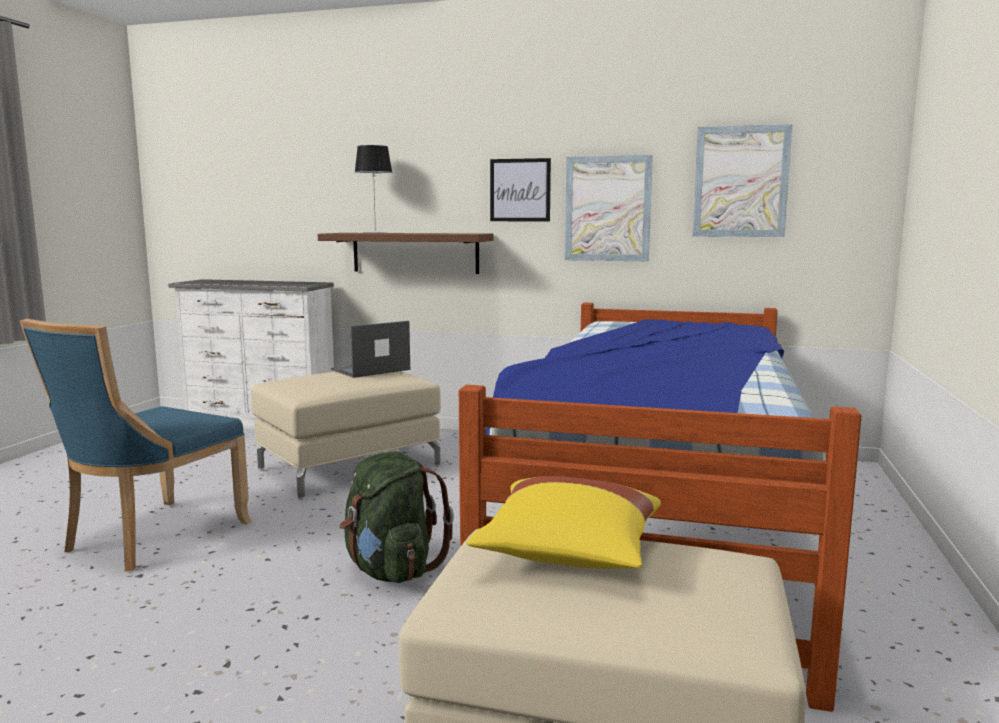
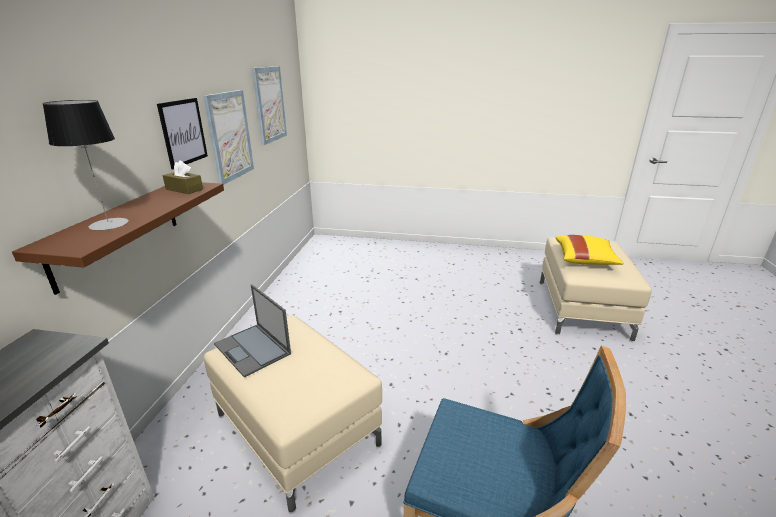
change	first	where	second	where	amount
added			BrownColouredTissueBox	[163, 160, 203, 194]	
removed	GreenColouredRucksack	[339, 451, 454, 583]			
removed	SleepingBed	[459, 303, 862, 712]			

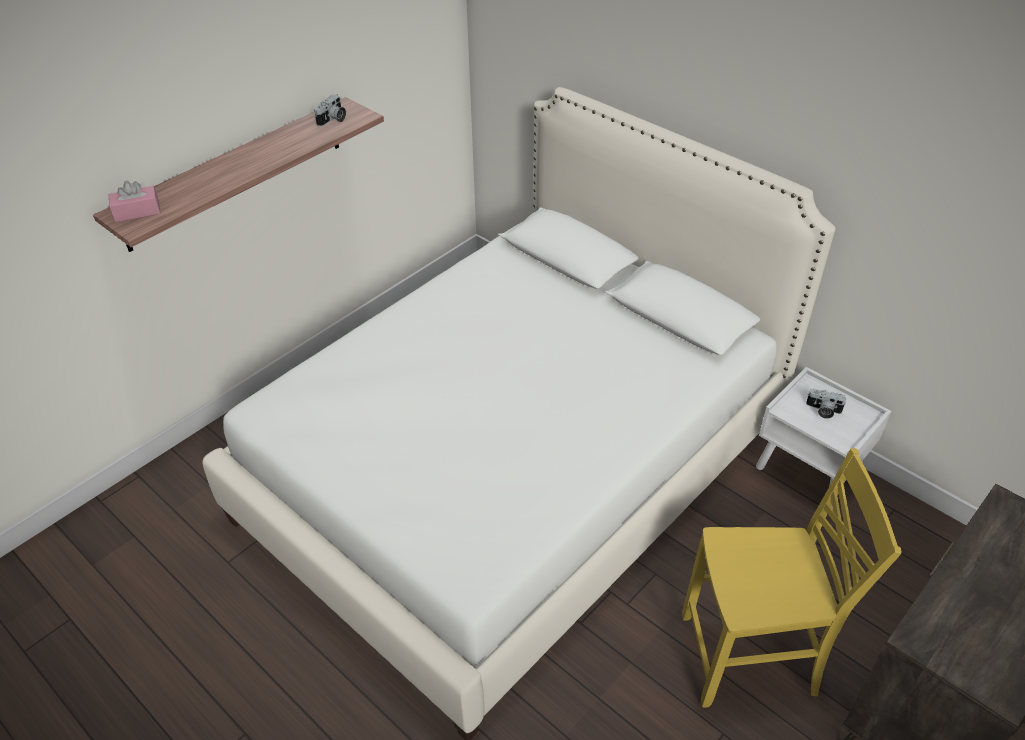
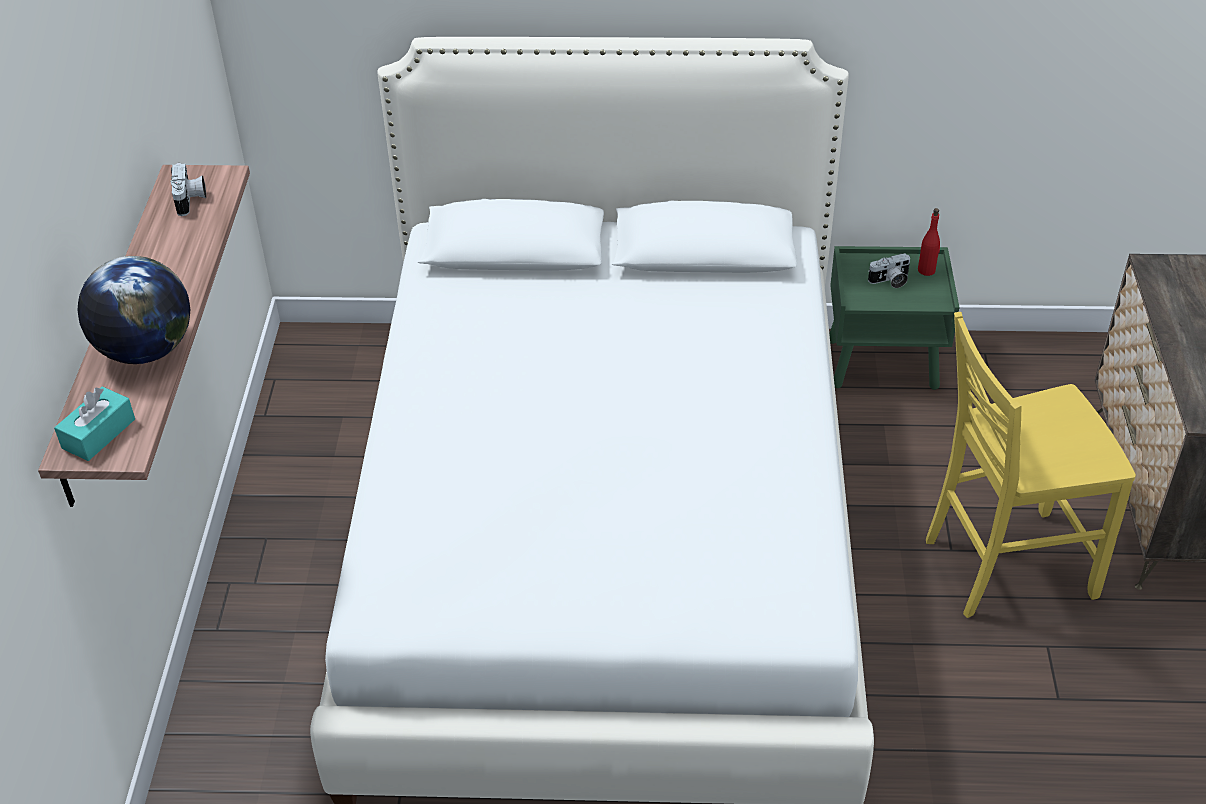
change	first	where	second	where	amount
recoloured	PinkColouredTissueBox	[108, 180, 160, 222]	BlueGreenTissueBox	[54, 387, 135, 461]	
added			Globe	[77, 256, 190, 364]	
recoloured	WhiteColouredNightstand	[756, 367, 891, 509]	GreenColouredNightstand	[829, 246, 960, 390]	
added			ReddishBottle	[918, 208, 940, 276]	
turned	YellowishUprightChair	[682, 448, 902, 708]		[926, 312, 1136, 618]	150 degrees counterclockwise

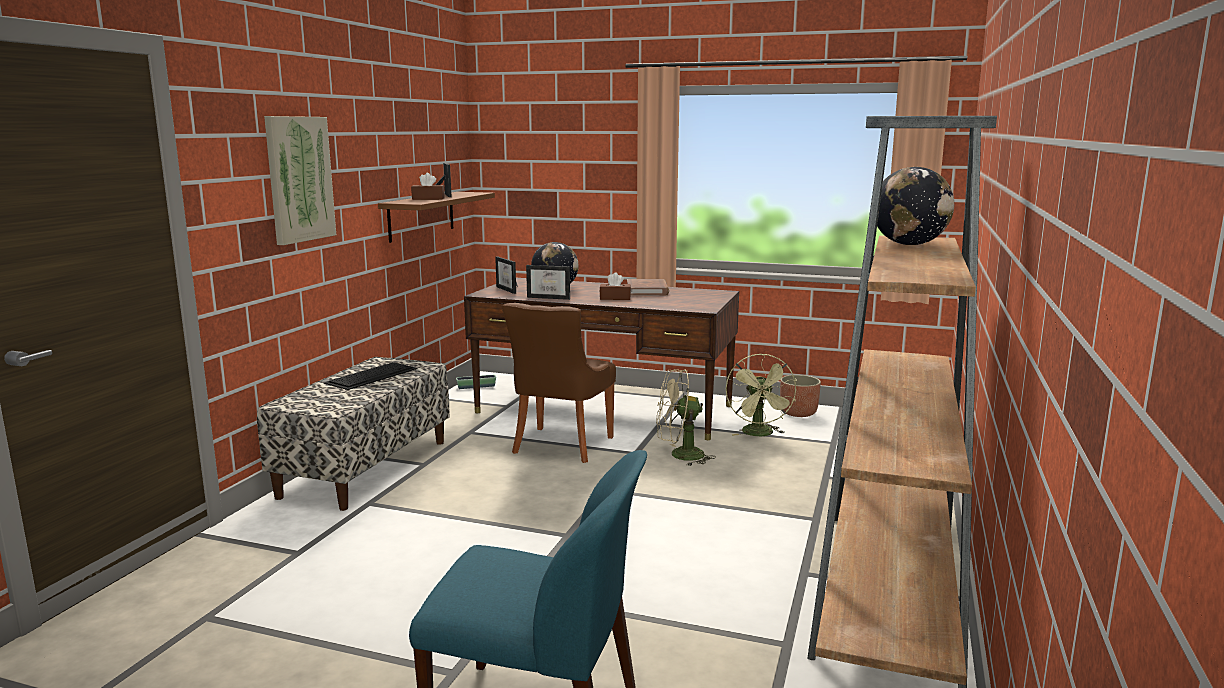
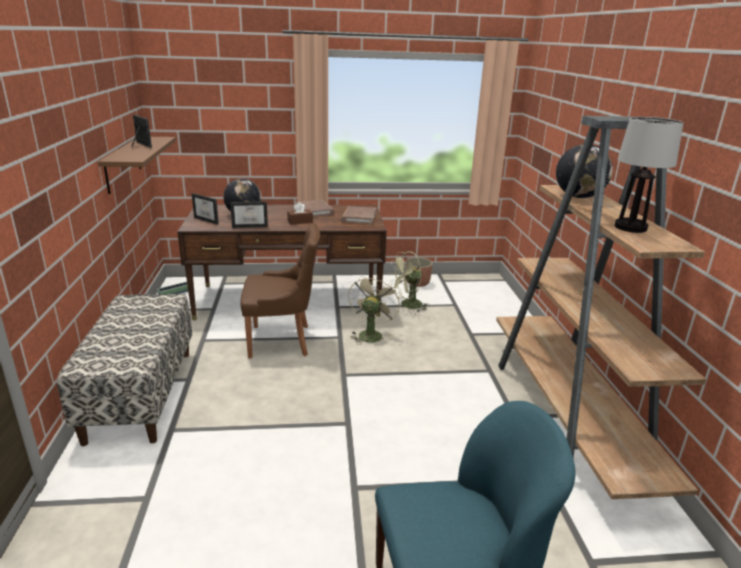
change	first	where	second	where	amount
turned	BrownColouredUprightChair	[502, 303, 616, 463]		[240, 224, 320, 358]	90 degrees counterclockwise
added			BrownColouredBook	[341, 206, 376, 224]	
turned	SandColouredCoolingFan	[656, 369, 716, 466]		[348, 274, 401, 345]	135 degrees clockwise
turned	GreenColouredCoolingFan	[726, 353, 797, 436]		[389, 251, 429, 313]	90 degrees clockwise
added			LampForATable	[614, 117, 683, 233]	
removed	WallPicture	[264, 116, 336, 245]			
removed	Keyboard	[324, 362, 418, 390]			
removed	BrownColouredTissueBox	[411, 173, 445, 200]			

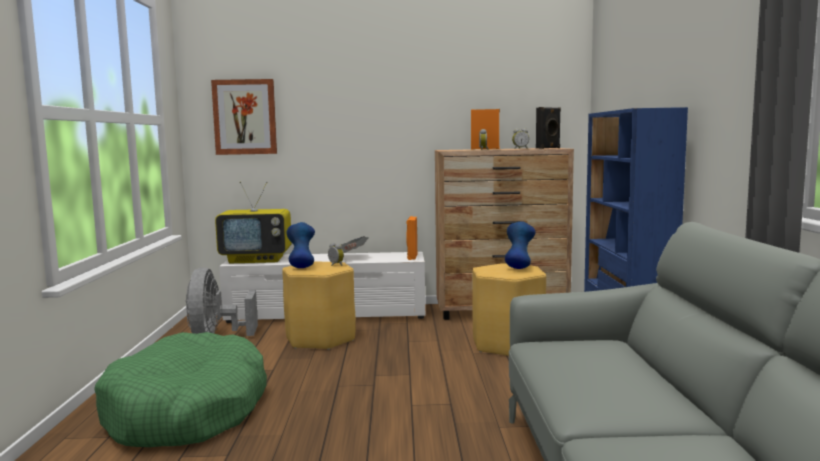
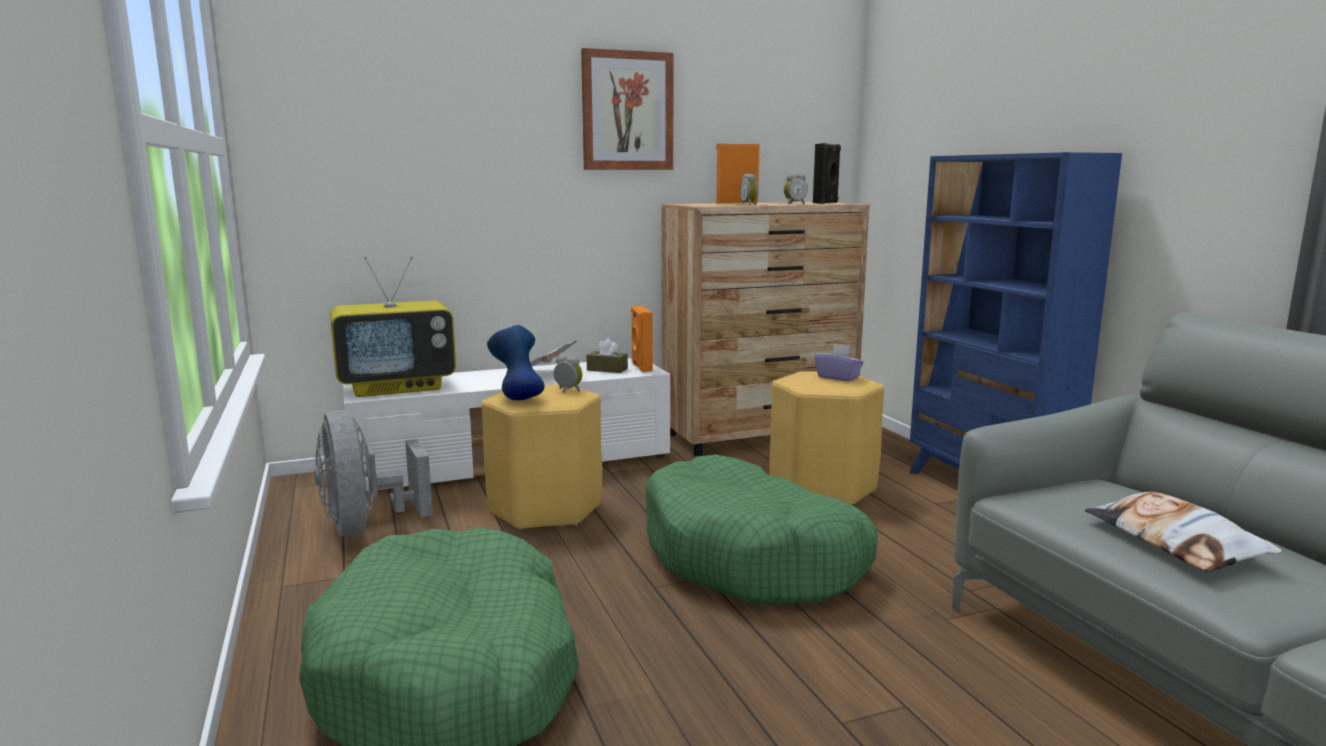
change	first	where	second	where	amount
moved	WallPicture	[211, 79, 277, 155]		[581, 48, 674, 170]	
added			BrownColouredTissueBox	[586, 338, 628, 373]	
added			GreenColouredPetBed	[645, 454, 878, 605]	
replaced	BluishFlowerVase	[505, 221, 536, 269]	PurpleTissueBox	[814, 344, 864, 381]	
added			ThrowPillow	[1085, 492, 1282, 572]	

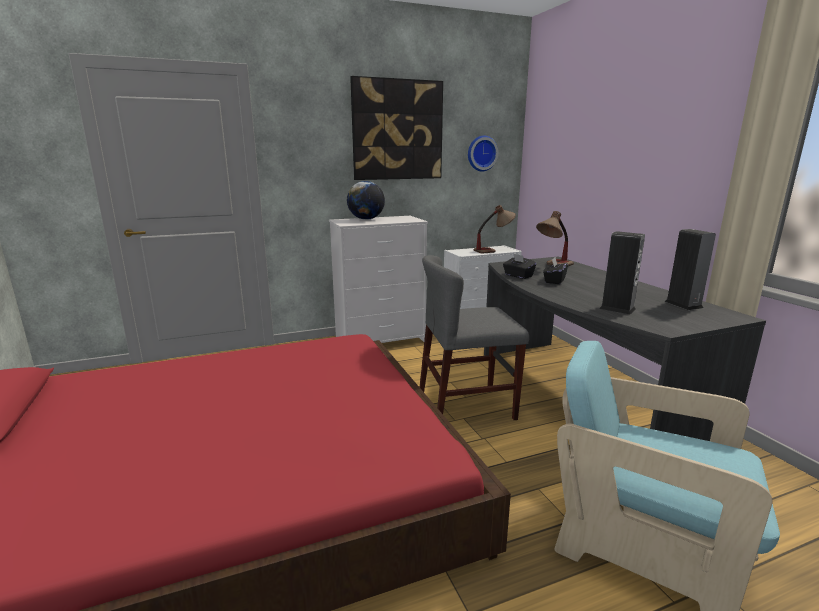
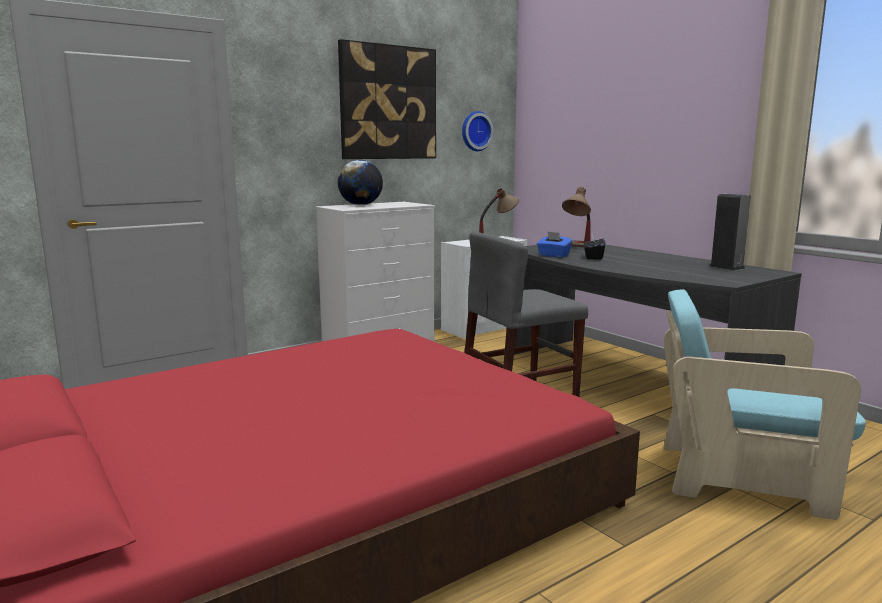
change	first	where	second	where	amount
recoloured	BlackColouredTissueBox	[503, 253, 537, 279]	BluishTissueBox	[537, 231, 573, 257]	
removed	Speaker	[599, 231, 645, 315]			

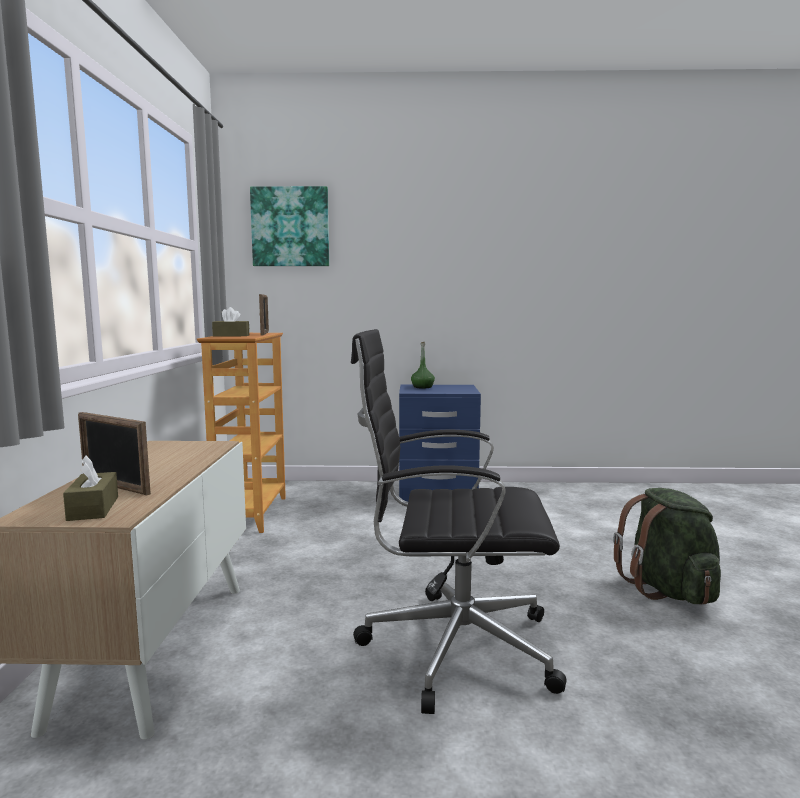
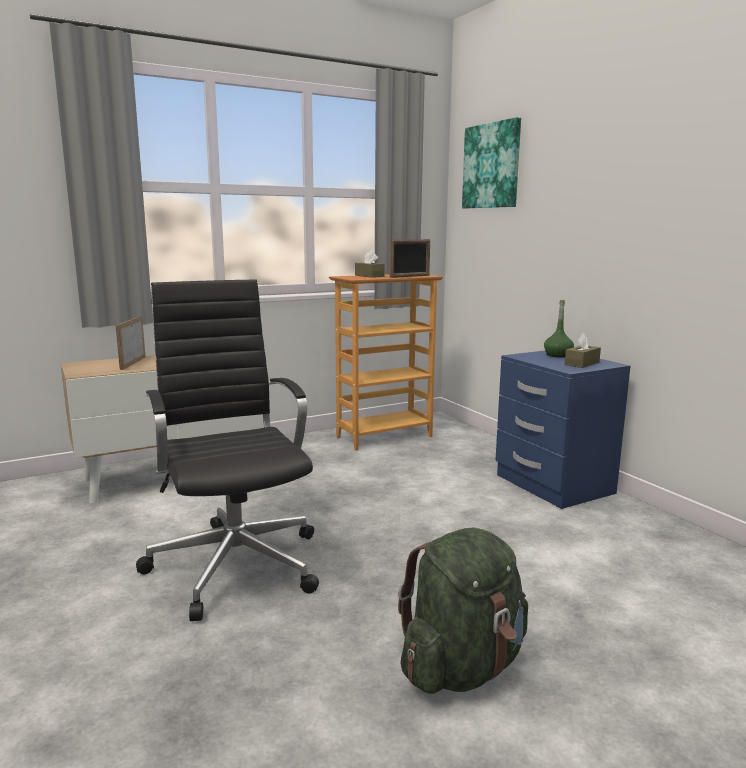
change	first	where	second	where	amount
moved	BrownColouredTissueBox	[63, 456, 118, 521]		[565, 333, 601, 368]	

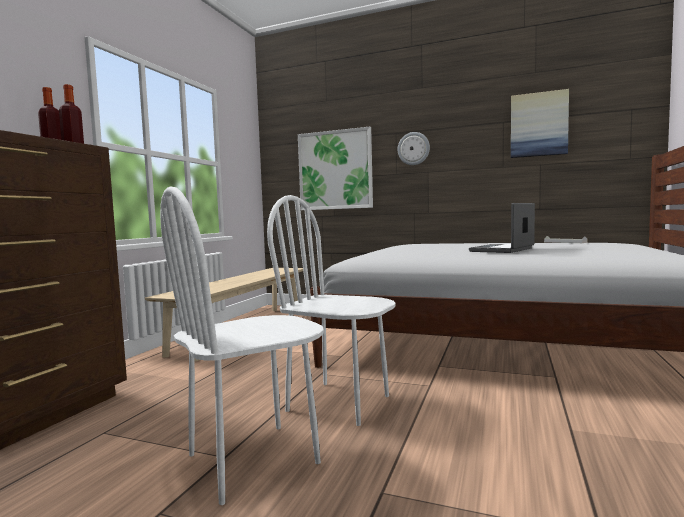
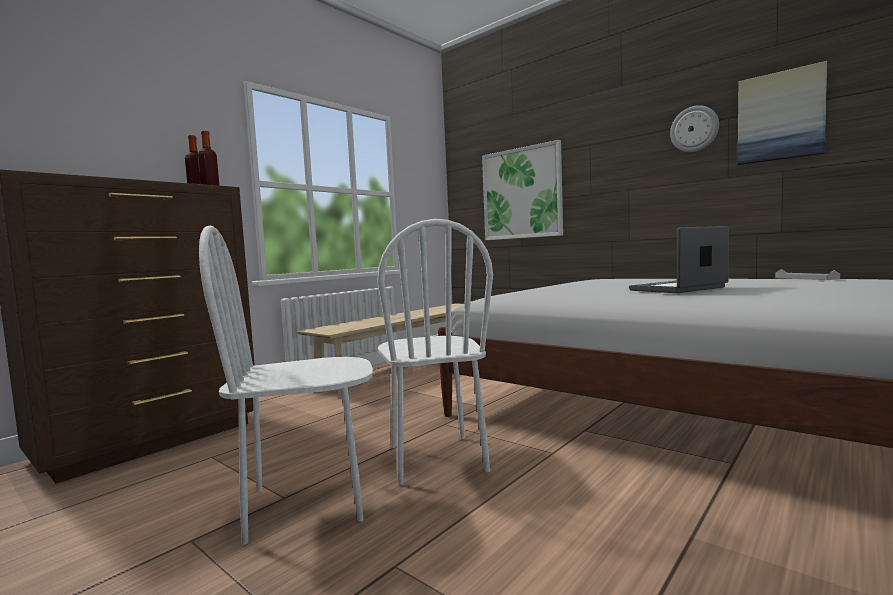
change	first	where	second	where	amount
turned	WhiteColouredUprightChair	[267, 195, 396, 426]		[377, 219, 493, 485]	150 degrees counterclockwise
moved	WallClock	[397, 132, 430, 165]		[670, 105, 719, 152]	

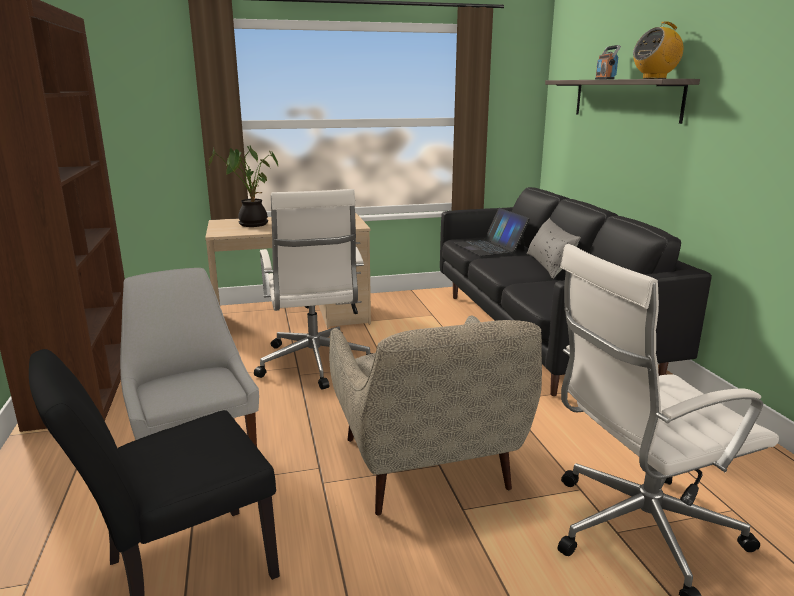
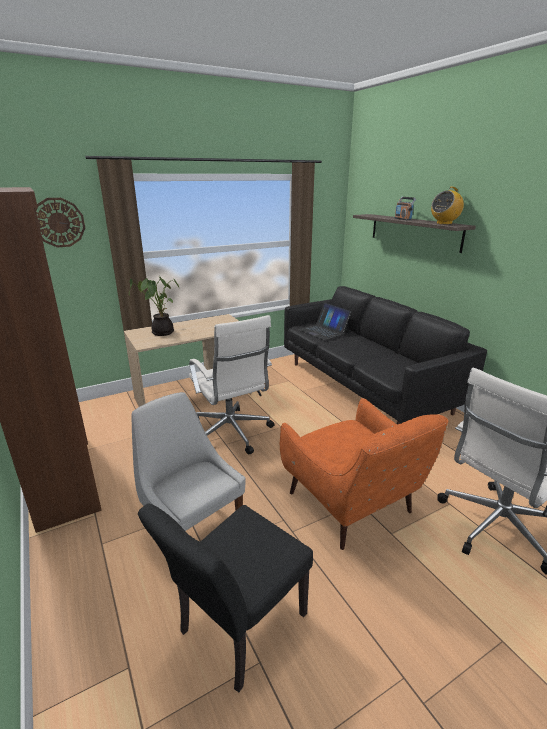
change	first	where	second	where	amount
added			WallClock	[35, 198, 85, 247]	
recoloured	SandColouredEasyChair	[329, 315, 542, 515]	OrangeColouredEasyChair	[280, 398, 448, 550]	
removed	GrayThrowPillow	[526, 218, 581, 279]			

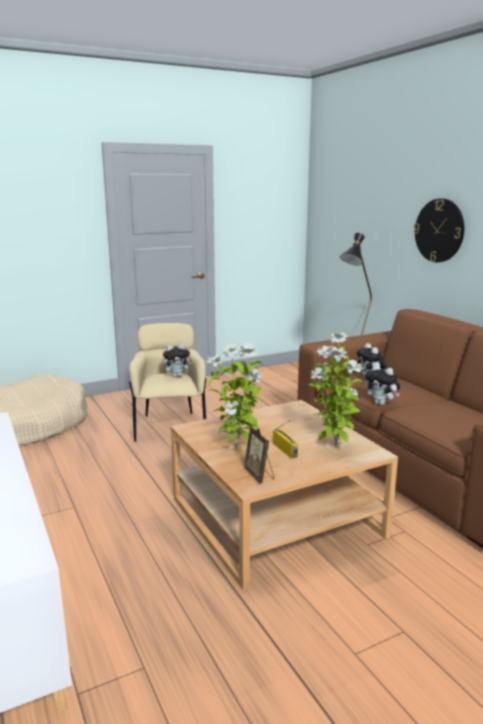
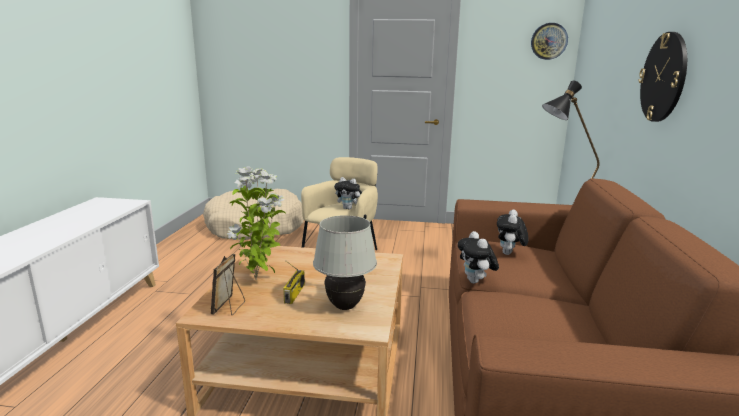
change	first	where	second	where	amount
replaced	PottedPlant	[308, 333, 364, 446]	WhiteColouredLampForATable	[313, 215, 377, 310]	
added			WallClock	[531, 23, 568, 60]	

